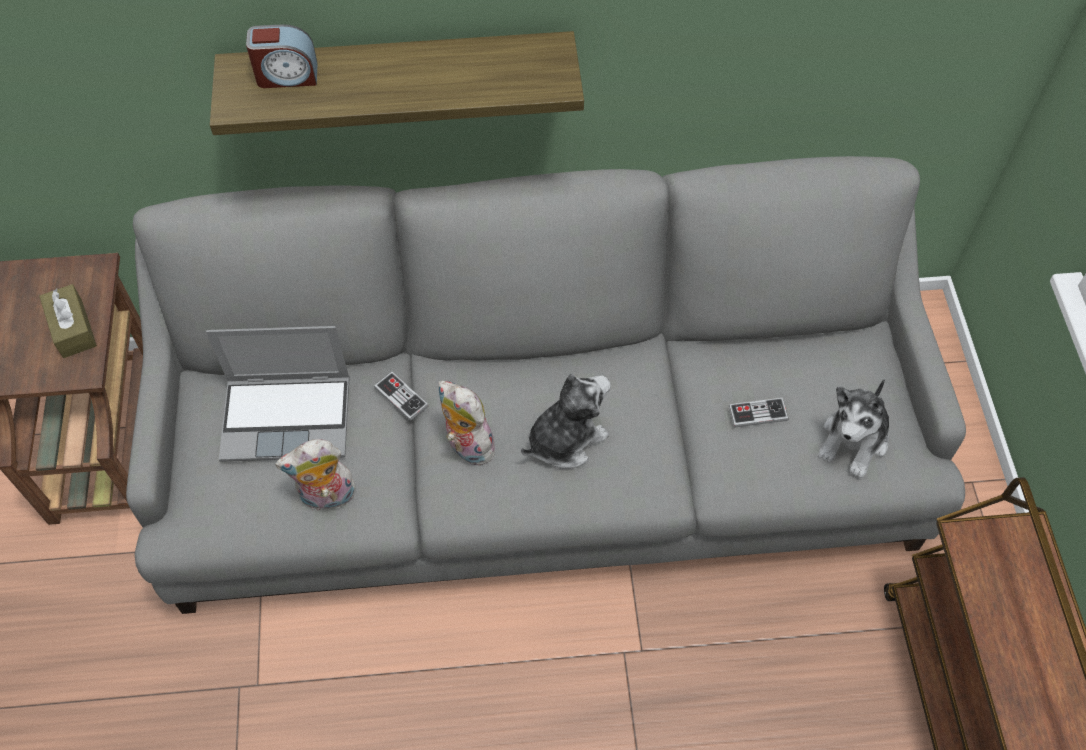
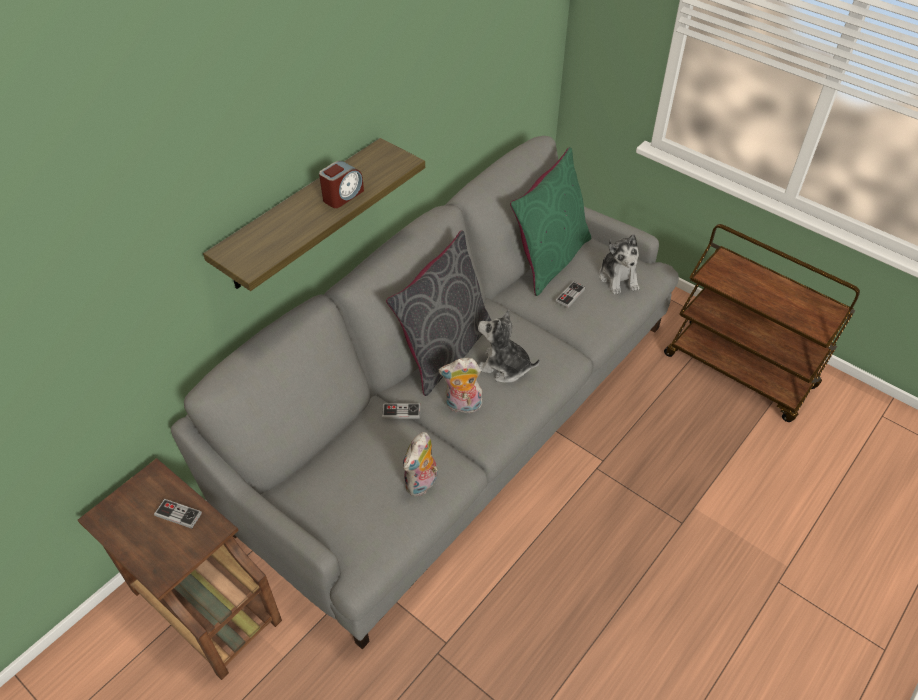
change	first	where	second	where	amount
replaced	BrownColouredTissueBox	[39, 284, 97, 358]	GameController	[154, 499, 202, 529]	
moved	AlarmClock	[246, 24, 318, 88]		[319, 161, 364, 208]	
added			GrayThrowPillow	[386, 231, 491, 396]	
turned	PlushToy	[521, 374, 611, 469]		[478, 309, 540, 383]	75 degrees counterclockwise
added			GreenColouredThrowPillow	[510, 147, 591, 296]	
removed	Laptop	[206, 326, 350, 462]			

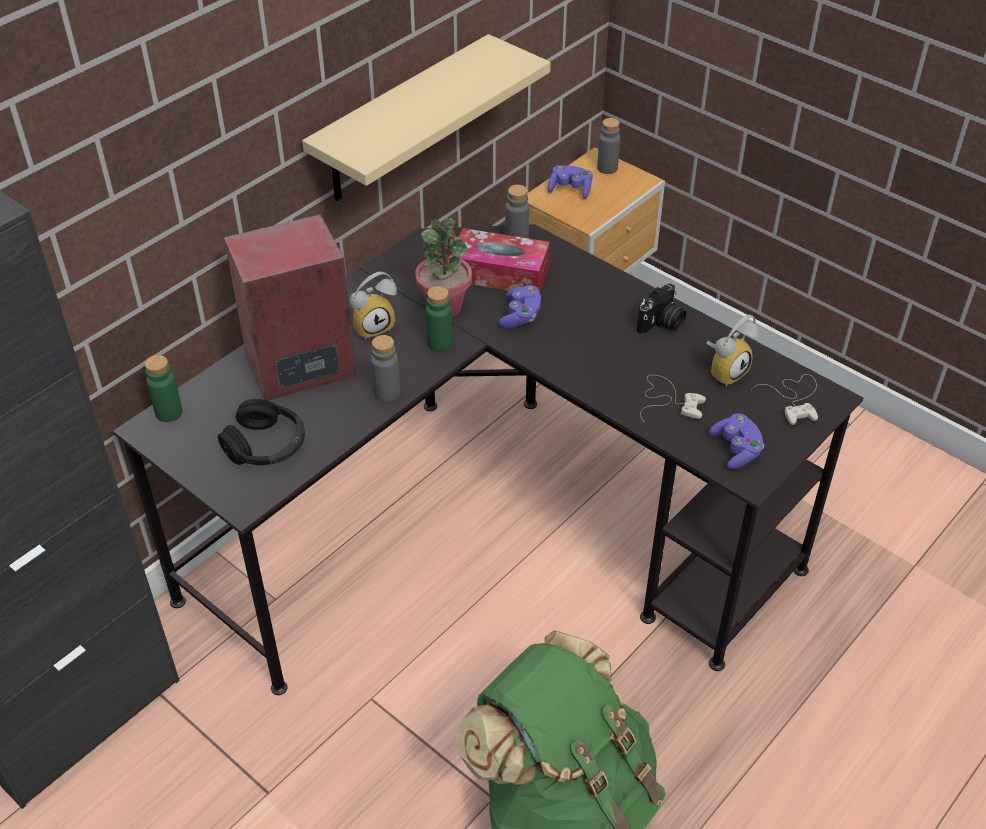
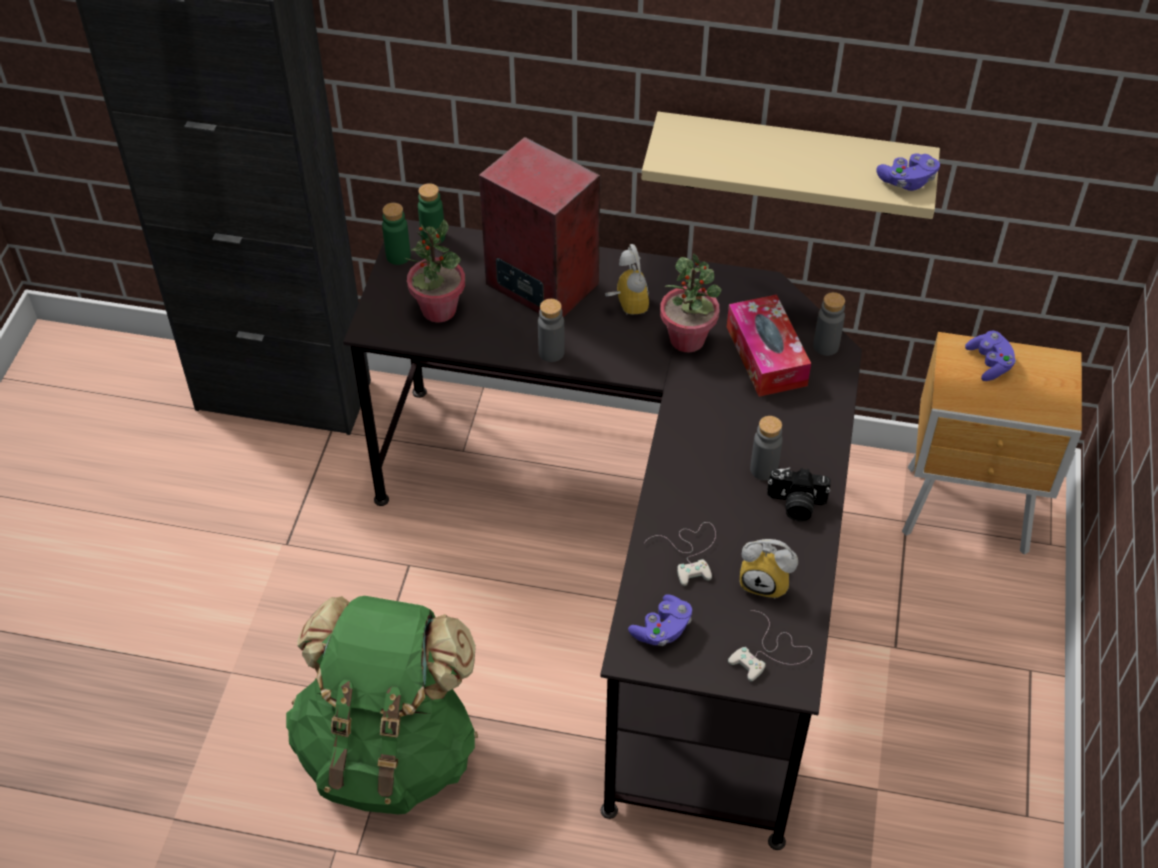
change	first	where	second	where	amount
moved	GreenColouredBottle	[426, 286, 453, 351]		[382, 203, 411, 265]	
replaced	BlackColouredHeadset	[218, 399, 305, 465]	PottedPlant	[405, 220, 465, 322]	
turned	AlarmClock	[350, 272, 397, 340]		[605, 244, 649, 315]	135 degrees counterclockwise
moved	GrayBottle	[597, 118, 620, 174]		[750, 416, 783, 480]	
moved	PurpleGameController	[499, 285, 541, 328]		[876, 153, 940, 191]	

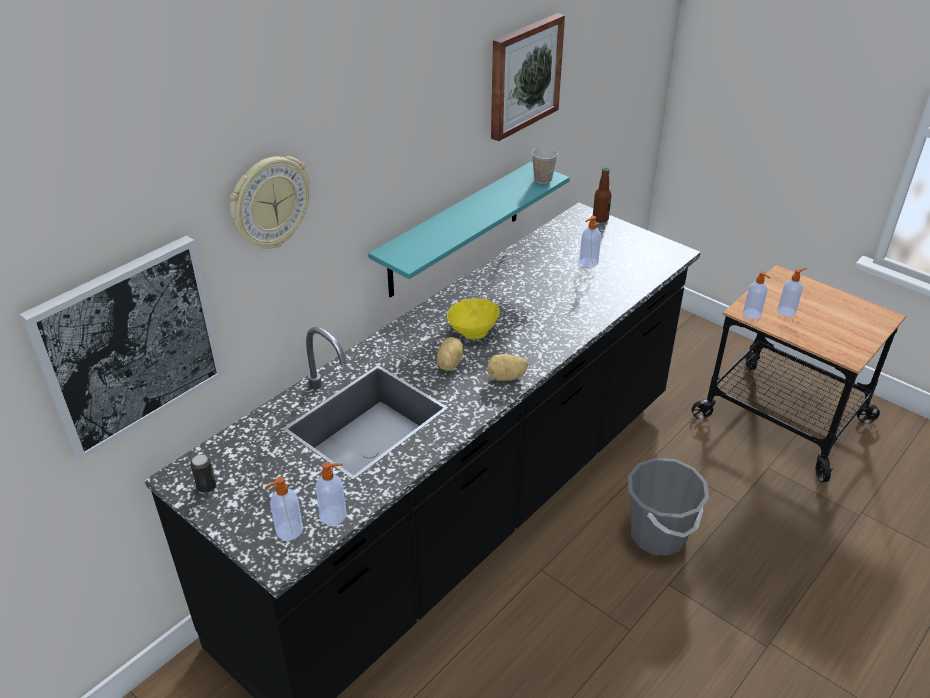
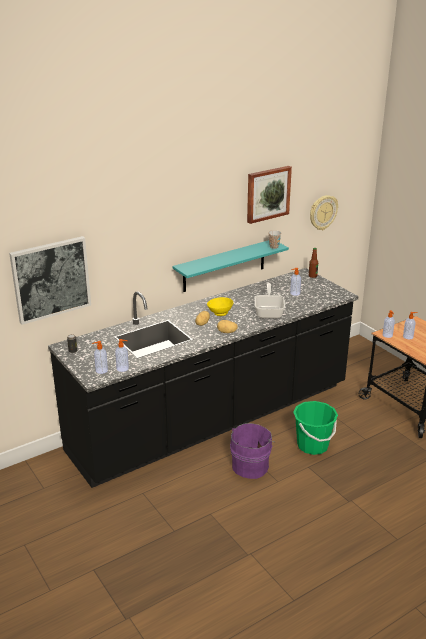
change	first	where	second	where	amount
added			PurpleWaterBucket	[230, 423, 276, 479]	
added			Skillet	[255, 283, 285, 318]	
recoloured	GrayWaterBucket	[628, 458, 709, 556]	GreenColouredWaterBucket	[293, 401, 338, 455]	
moved	WallClock	[230, 156, 310, 249]		[310, 195, 338, 230]	

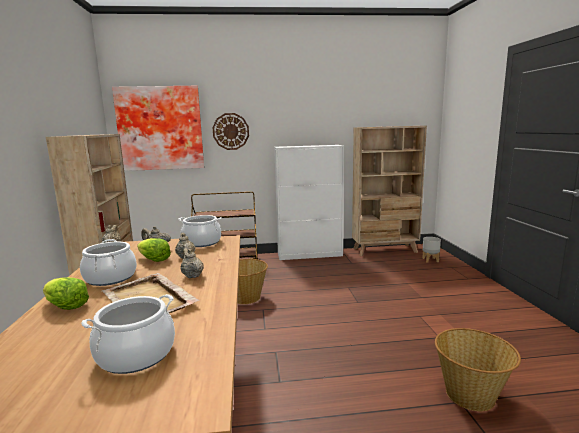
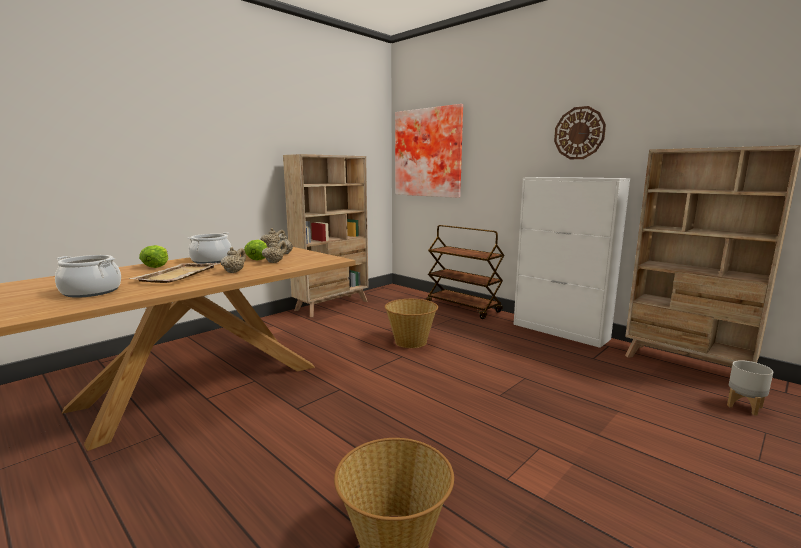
change	first	where	second	where	amount
moved	WallClock	[212, 113, 249, 150]		[554, 106, 606, 159]	
removed	CookingPot	[178, 215, 222, 247]			

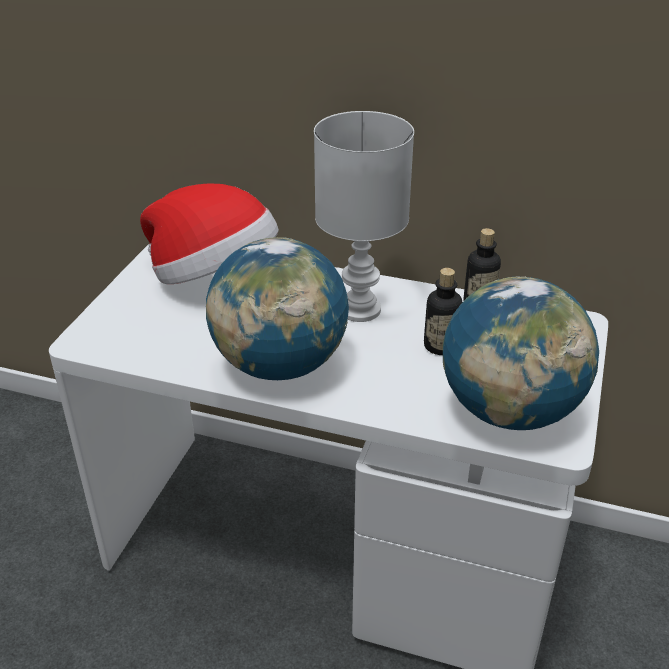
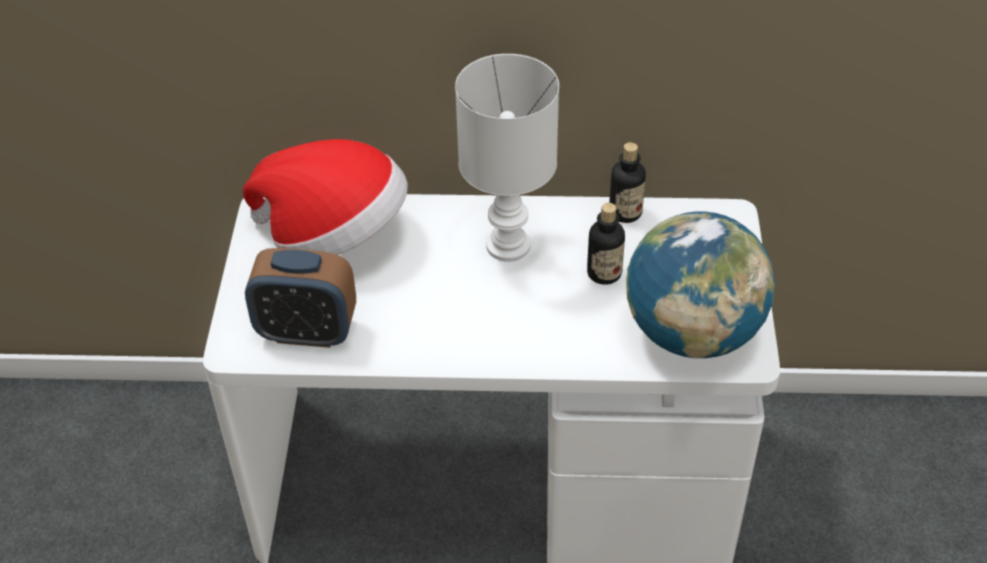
change	first	where	second	where	amount
added			AlarmClock	[245, 248, 356, 348]	
removed	Globe	[206, 237, 349, 380]			

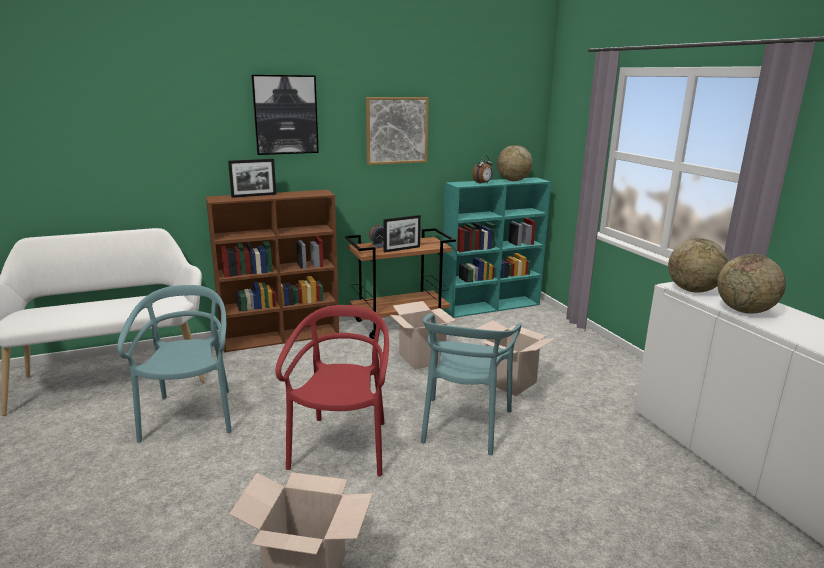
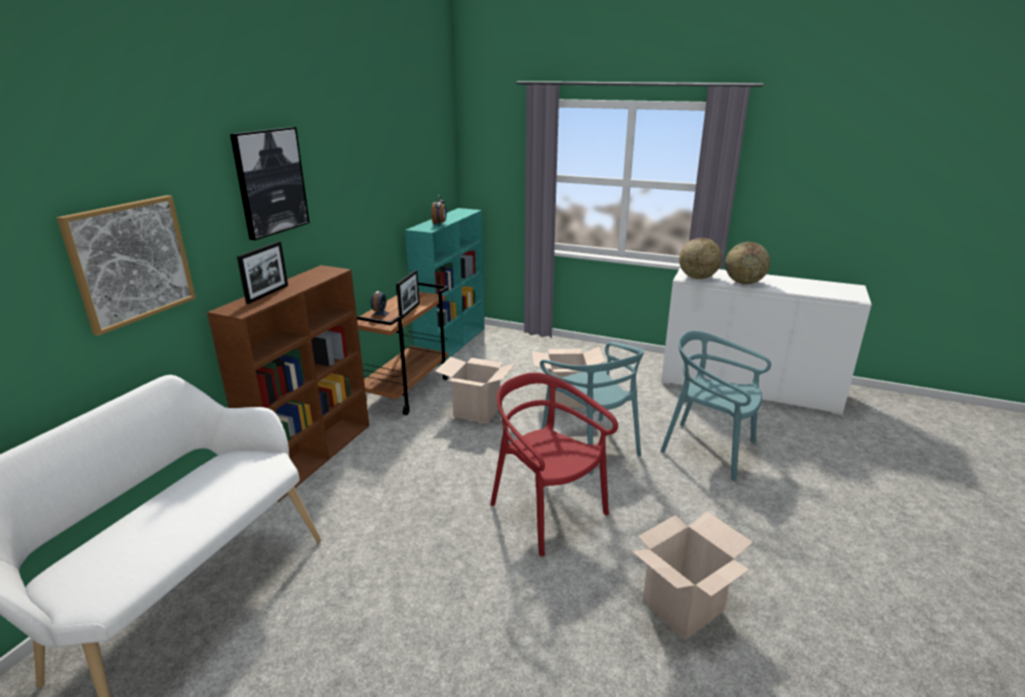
change	first	where	second	where	amount
moved	WallPicture	[366, 97, 429, 165]		[57, 195, 196, 336]	
moved	BlueGreenUprightChair	[117, 285, 232, 443]		[660, 331, 771, 481]	
removed	Globe	[497, 145, 533, 181]			

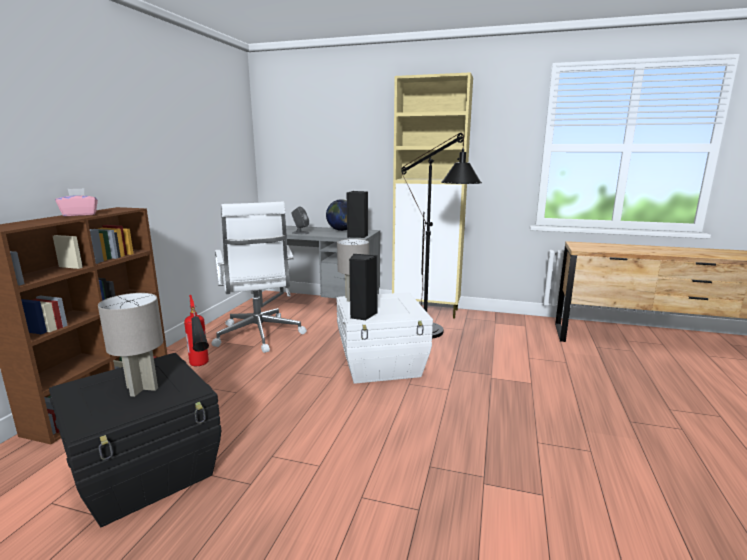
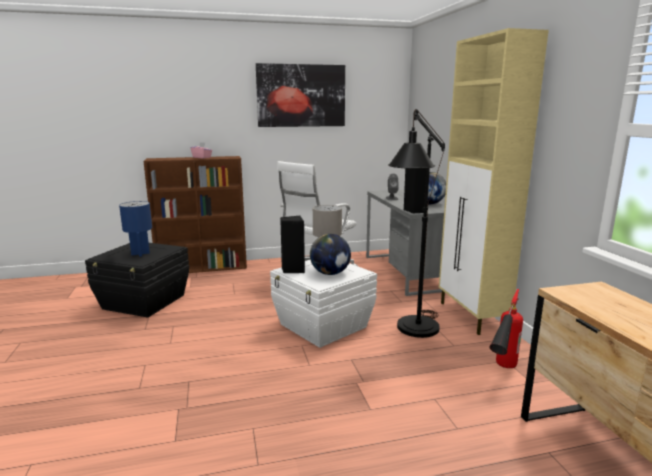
change	first	where	second	where	amount
recoloured	GrayLampForATable	[98, 293, 163, 397]	BluishLampForATable	[119, 201, 152, 257]	
added			WallPicture	[256, 63, 345, 127]	
added			Globe	[310, 234, 351, 275]	
moved	Extinguisher	[184, 295, 209, 366]		[489, 289, 523, 368]	

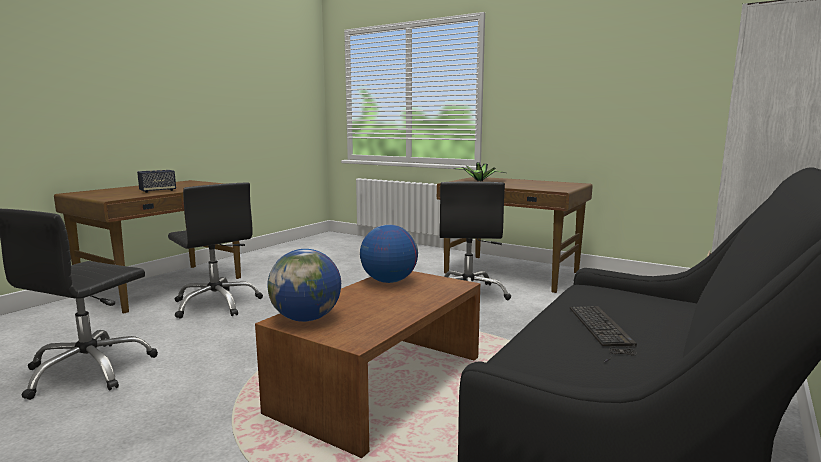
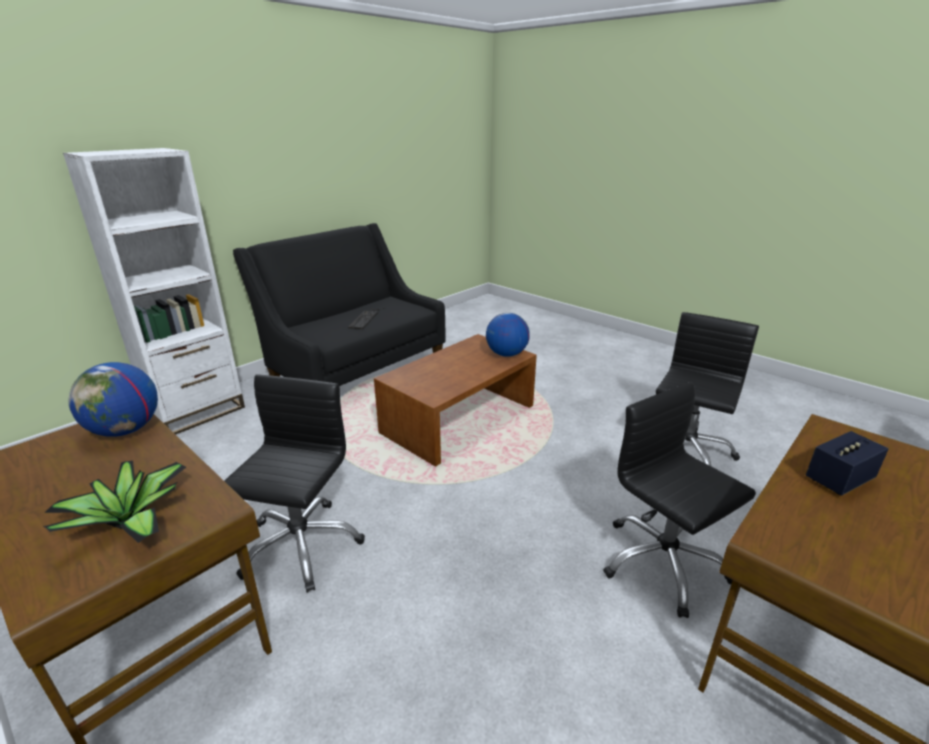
change	first	where	second	where	amount
moved	Globe	[360, 224, 418, 283]		[68, 362, 158, 437]	

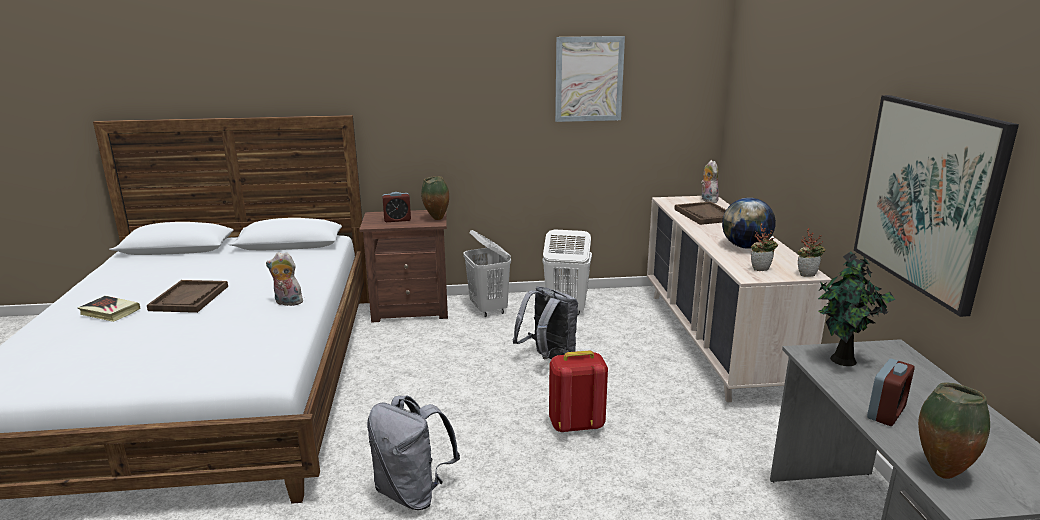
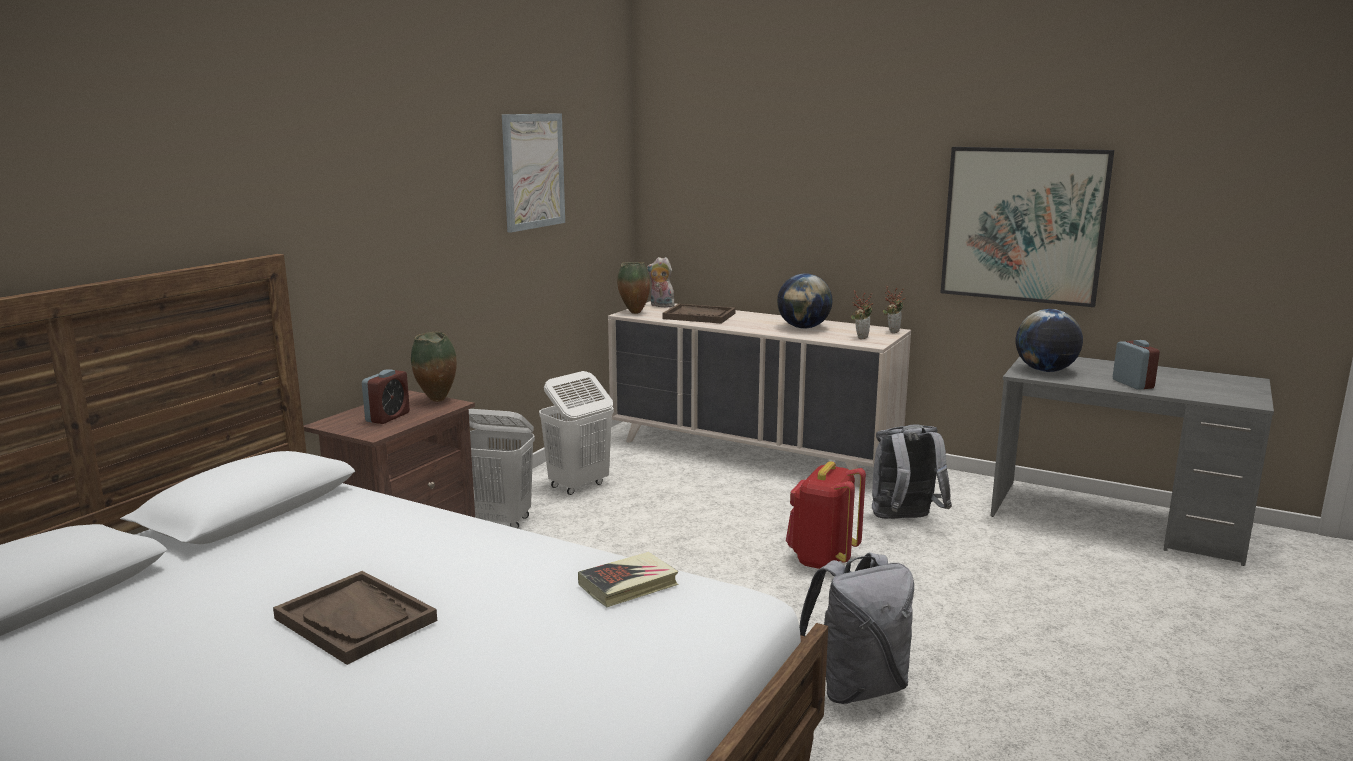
change	first	where	second	where	amount
moved	Book	[78, 296, 141, 322]		[578, 552, 679, 607]	
moved	FlowerVase	[918, 382, 990, 479]		[617, 262, 650, 314]	
moved	GrayRucksack	[512, 286, 578, 359]		[872, 424, 952, 519]	
replaced	PottedPlant	[818, 251, 895, 366]	Globe	[1016, 309, 1083, 372]	
removed	PlushToy	[266, 252, 303, 306]			

